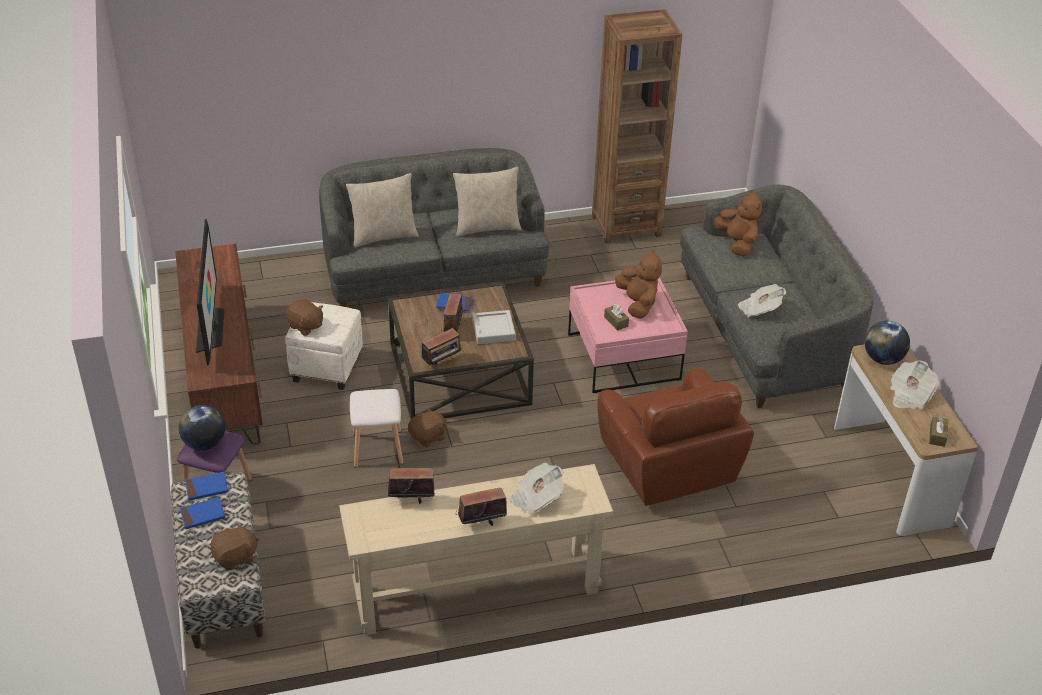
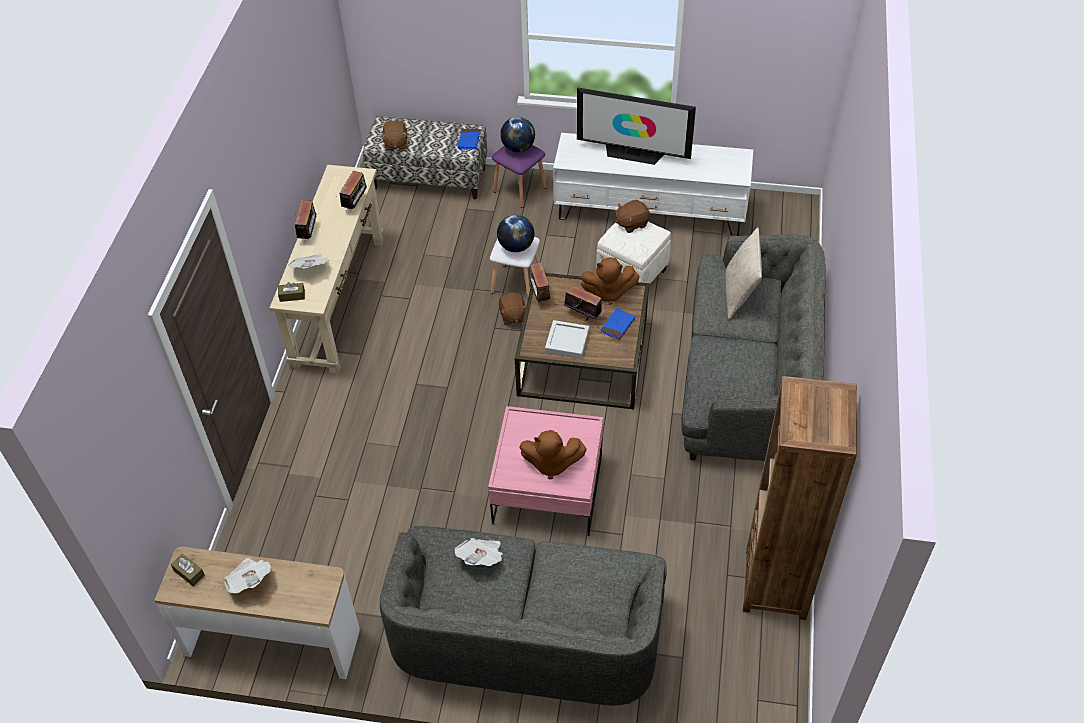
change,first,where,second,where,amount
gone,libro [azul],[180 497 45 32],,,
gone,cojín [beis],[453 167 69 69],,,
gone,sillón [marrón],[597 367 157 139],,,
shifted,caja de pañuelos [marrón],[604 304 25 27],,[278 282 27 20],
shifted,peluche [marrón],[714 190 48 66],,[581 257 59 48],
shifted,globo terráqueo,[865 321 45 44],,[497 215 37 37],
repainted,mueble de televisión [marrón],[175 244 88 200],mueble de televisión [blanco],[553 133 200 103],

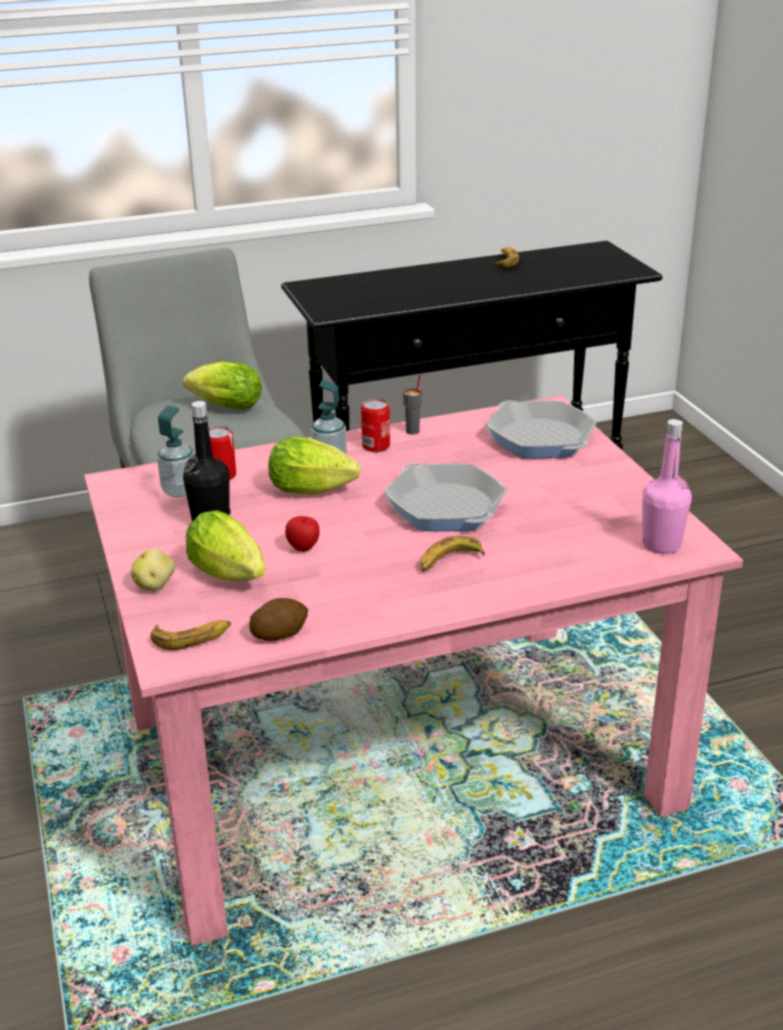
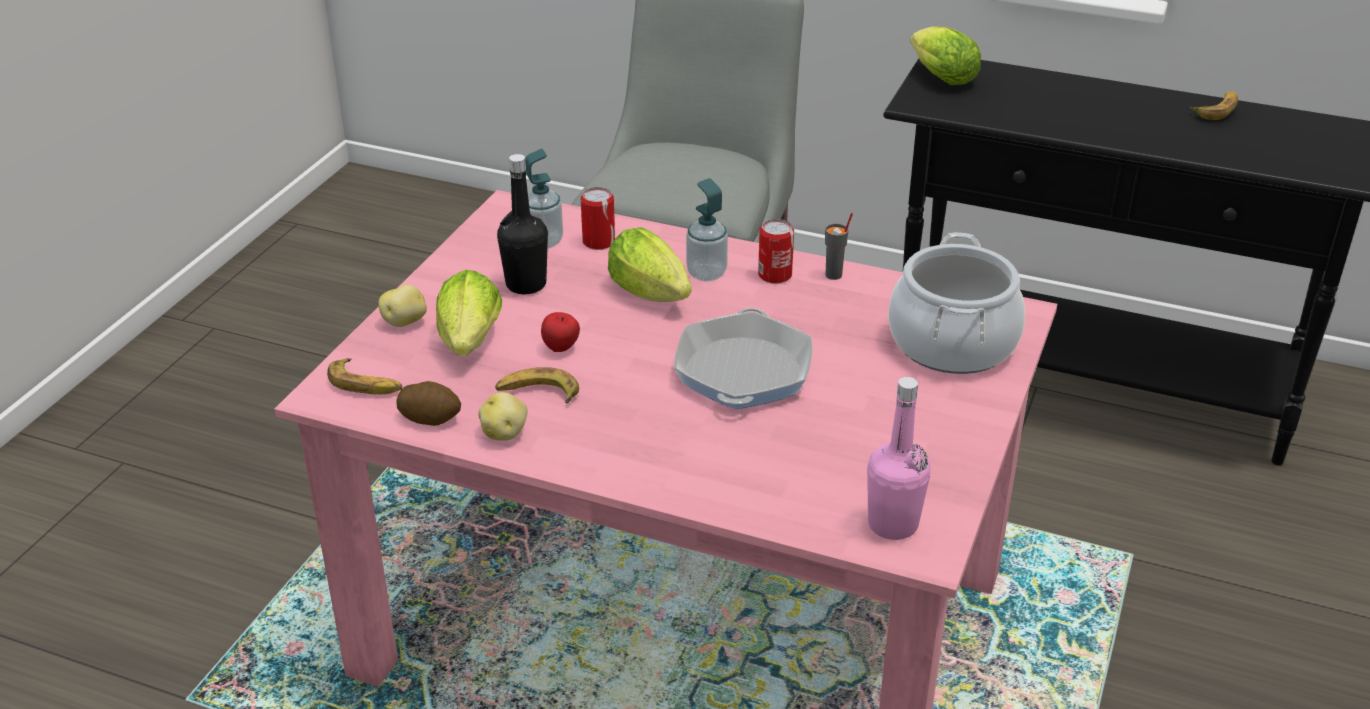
change,first,where,second,where,amount
new,,,patata,[478 392 50 49],
shifted,lechuga,[183 361 79 49],,[910 26 71 59],
shifted,plátano,[420 536 65 36],,[495 367 84 36],
swapped,sartén,[486 400 111 58],olla,[888 233 137 141],

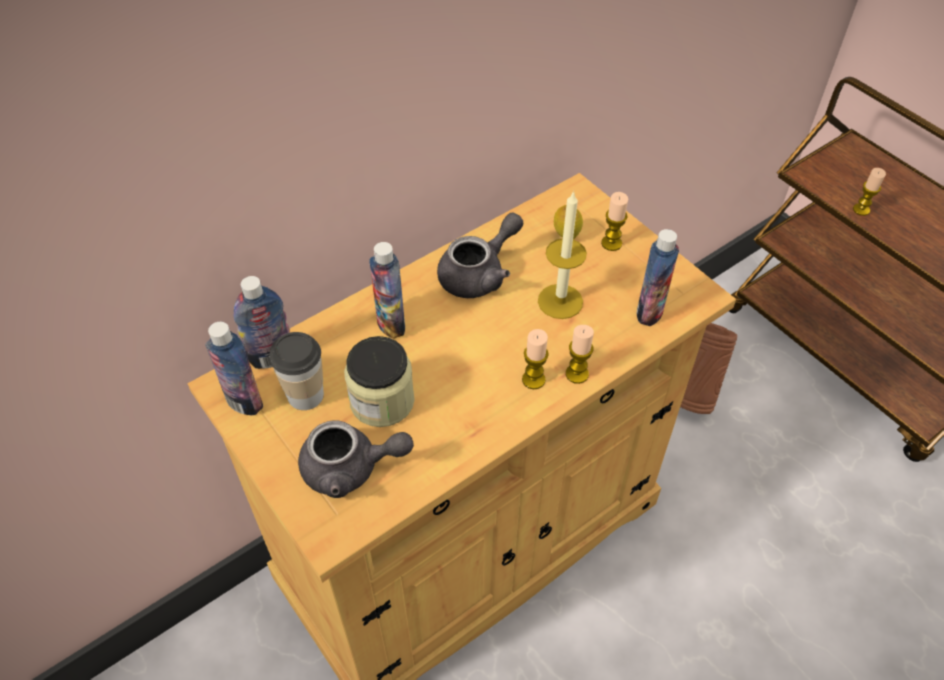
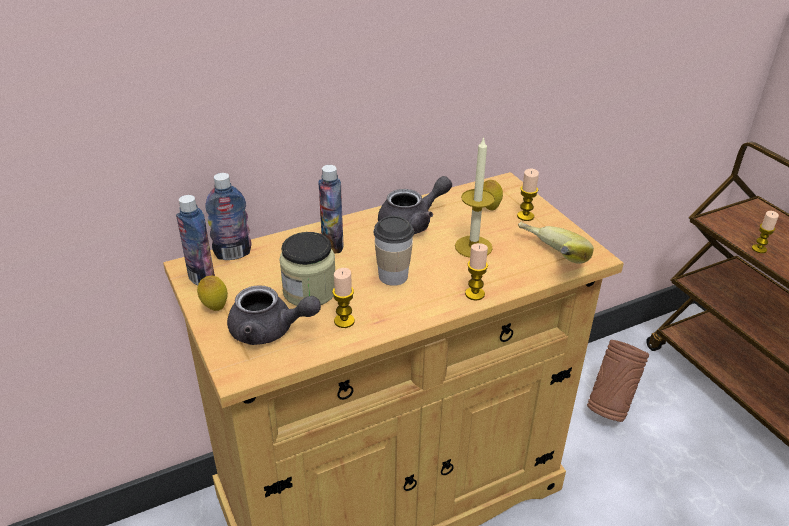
change,first,where,second,where,amount
new,,,limón,[197 276 31 35],
shifted,taza,[269 332 55 78],,[373 216 41 70],
shifted,vela,[522 329 27 60],,[332 268 23 60],
swapped,botella,[637 229 42 97],plátano,[518 222 76 42],

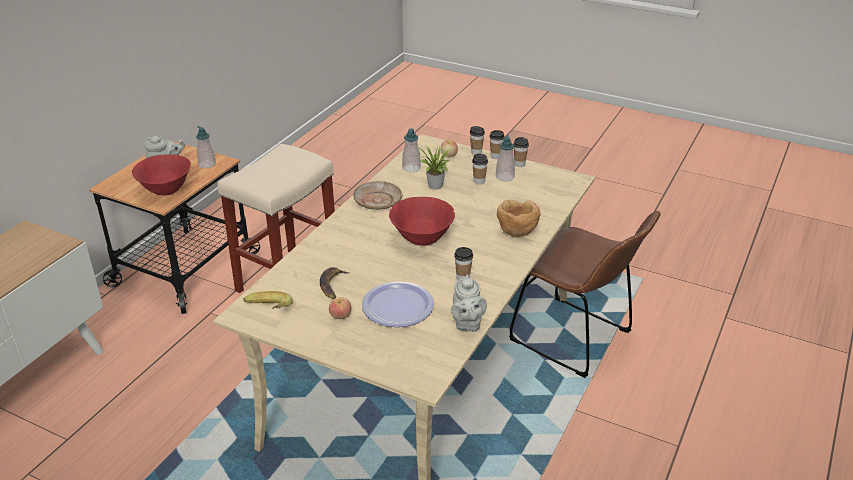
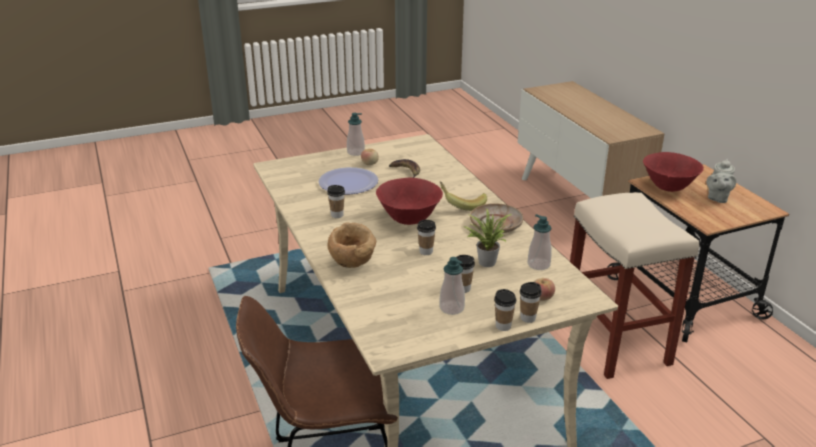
change,first,where,second,where,amount
gone,tetera [gris],[451 275 36 57],,,
shifted,dispensador de jabón,[196 126 20 42],,[347 113 18 43],
shifted,plátano,[243 291 50 18],,[440 182 47 29],
shifted,taza,[513 137 16 30],,[417 220 19 35],

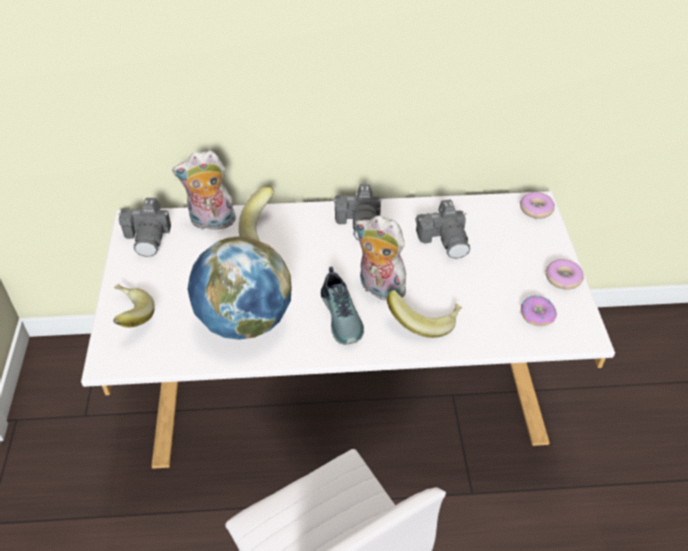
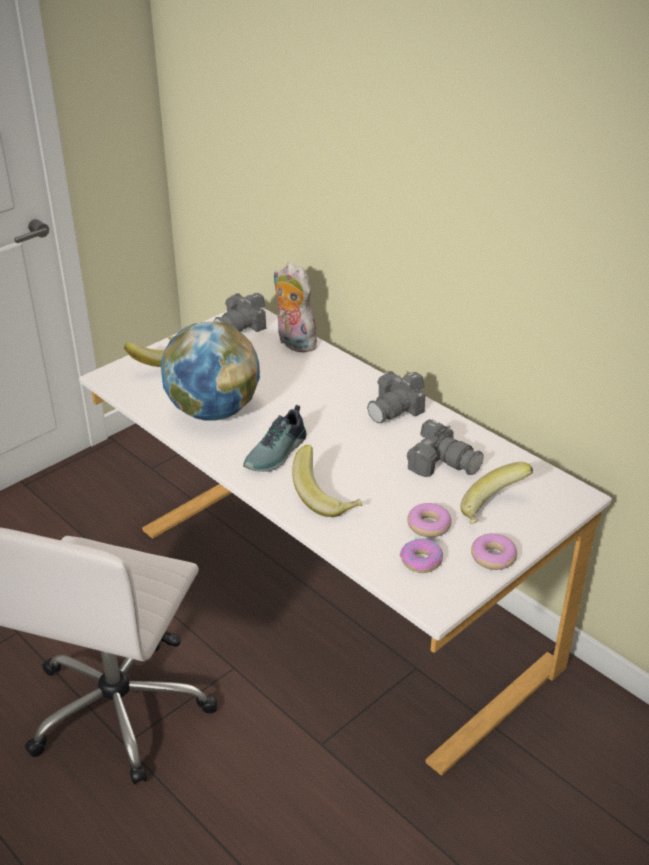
change,first,where,second,where,amount
gone,peluche,[355 216 51 85],,,
shifted,plátano,[239 187 35 54],,[460 462 73 62],
shifted,rosquilla,[520 192 35 27],,[407 503 45 34],
rotated,cámara,[416 200 54 59],,[407 419 77 58],90 degrees counterclockwise

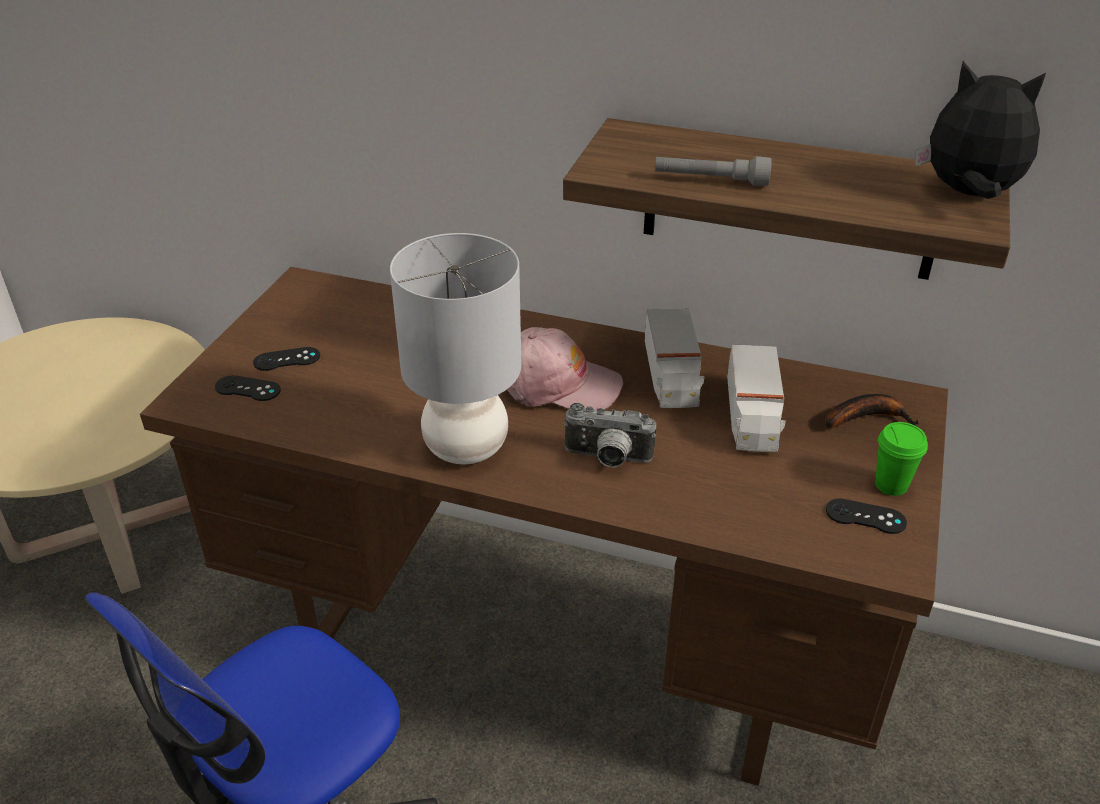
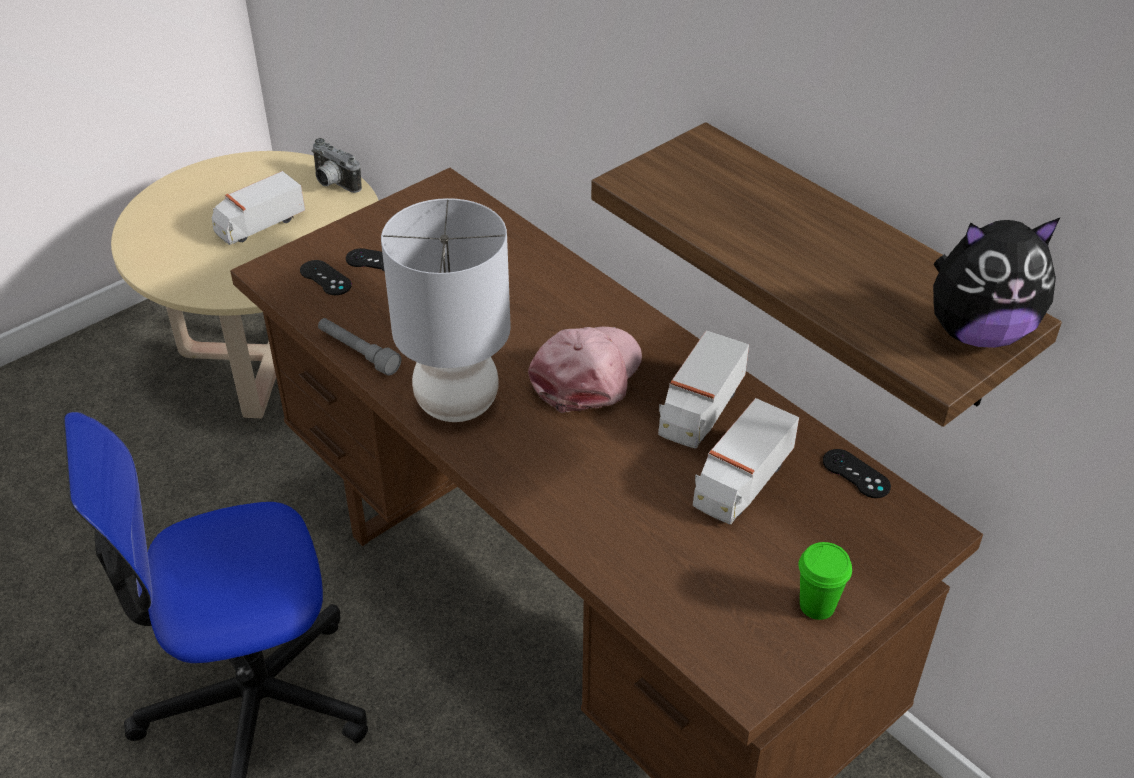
change,first,where,second,where,amount
gone,plátano,[825 394 95 34],,,
new,,,camión de juguete,[212 171 93 74],
shifted,cámara,[563 403 93 64],,[312 138 50 55],
shifted,linterna [gris],[655 156 117 30],,[318 318 83 58],
shifted,mando de consola [negro],[826 498 81 36],,[823 449 68 49],
rotated,gorra [rosa],[507 327 116 83],,[528 326 114 87],105 degrees counterclockwise
rotated,peluche,[915 61 131 138],,[933 218 127 130],120 degrees clockwise

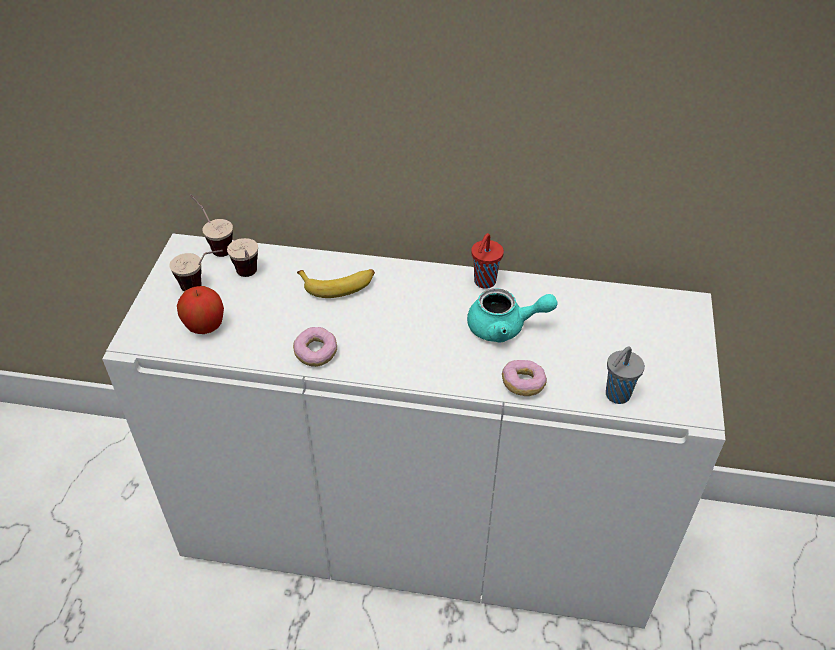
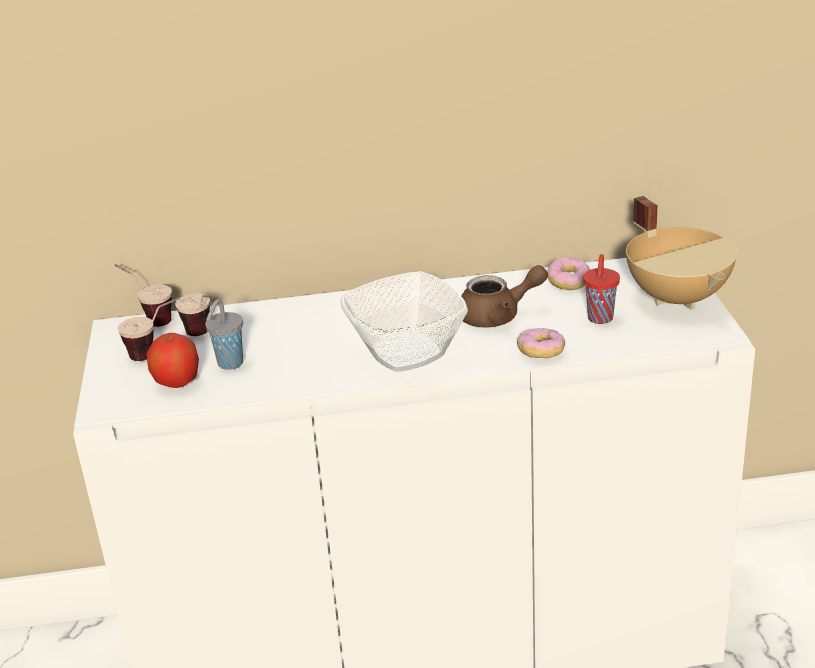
change,first,where,second,where,amount
gone,plátano,[297 269 78 29],,,
new,,,cuenco,[341 271 127 101],
new,,,olla [beis],[626 196 112 114],
shifted,rosquilla,[293 327 44 40],,[548 257 42 33],
shifted,taza [rojo],[471 233 33 56],,[583 254 37 70],
shifted,taza [gris],[606 347 39 57],,[205 299 38 71],
repainted,tetera [turquesa],[467 288 91 54],tetera [marrón],[461 265 87 63],

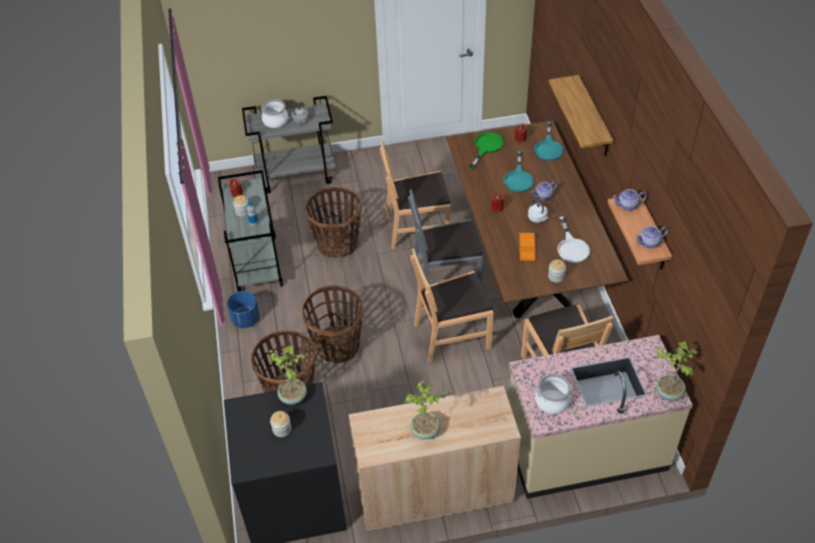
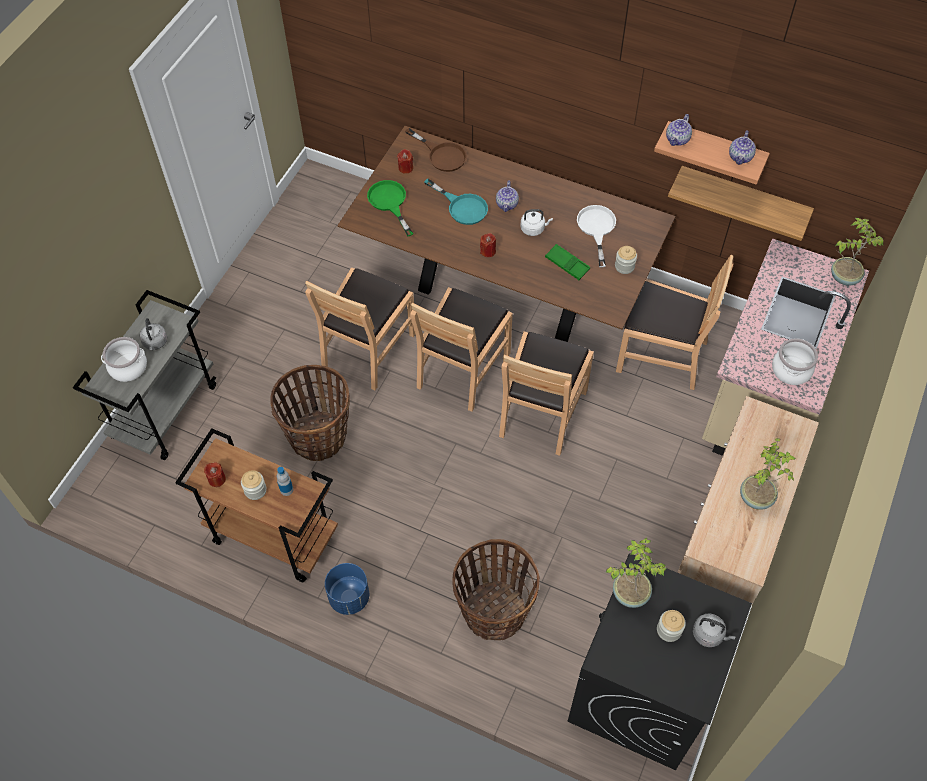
change,first,where,second,where,amount
gone,cesta,[302 285 62 79],,,
new,,,hervidor [gris],[693 613 42 34],
shifted,estante,[549 75 65 81],,[668 166 146 75],
repainted,carrito [gris],[218 170 65 122],carrito [marrón],[175 428 163 154],
repainted,silla [gris],[408 189 75 98],silla [marrón],[410 287 103 125],
repainted,bandeja [naranja],[519 232 17 29],bandeja [verde],[545 244 45 36],
repainted,sartén [turquesa],[534 122 30 39],sartén [marrón],[405 128 62 44],
rotated,sartén [blanco],[557 217 33 46],,[577 205 39 62],120 degrees counterclockwise

